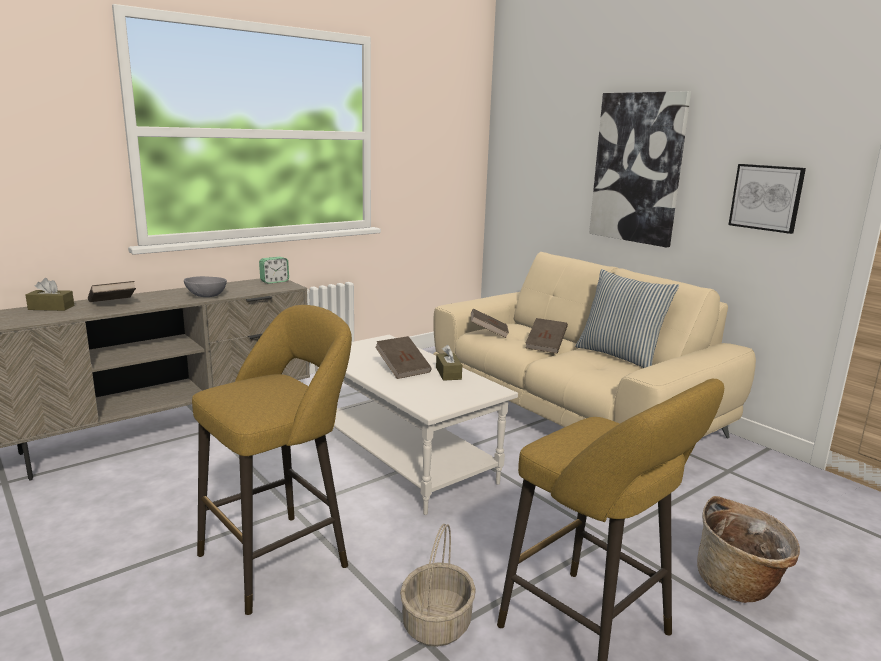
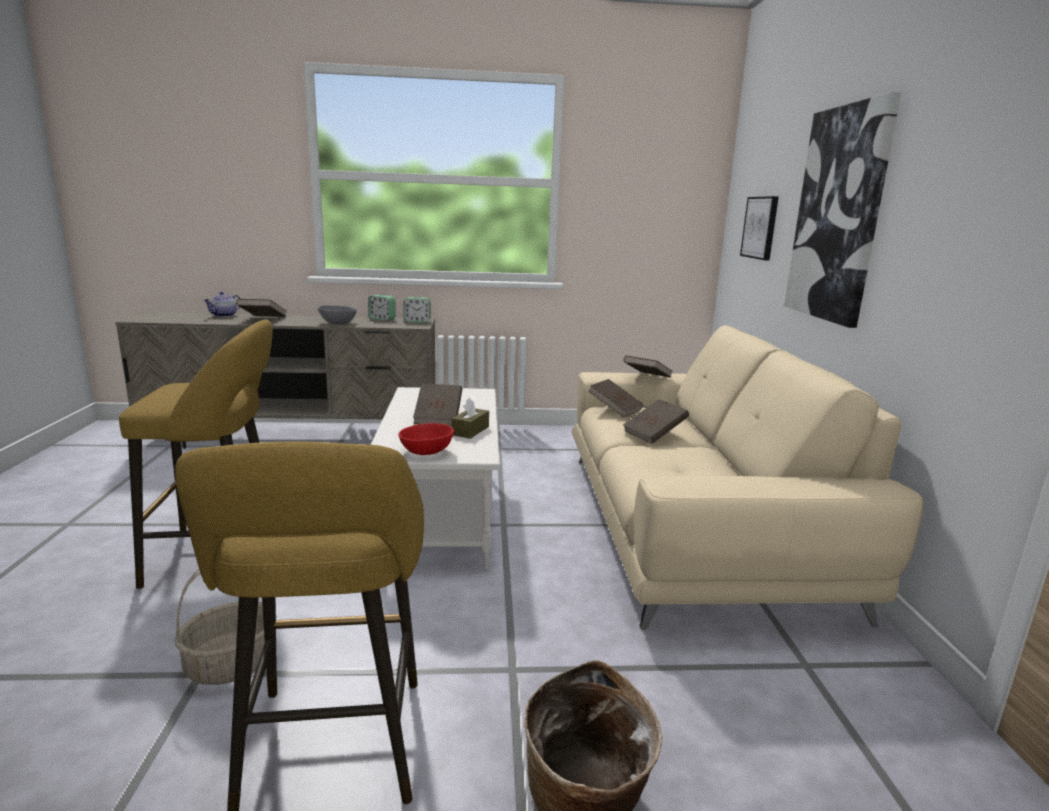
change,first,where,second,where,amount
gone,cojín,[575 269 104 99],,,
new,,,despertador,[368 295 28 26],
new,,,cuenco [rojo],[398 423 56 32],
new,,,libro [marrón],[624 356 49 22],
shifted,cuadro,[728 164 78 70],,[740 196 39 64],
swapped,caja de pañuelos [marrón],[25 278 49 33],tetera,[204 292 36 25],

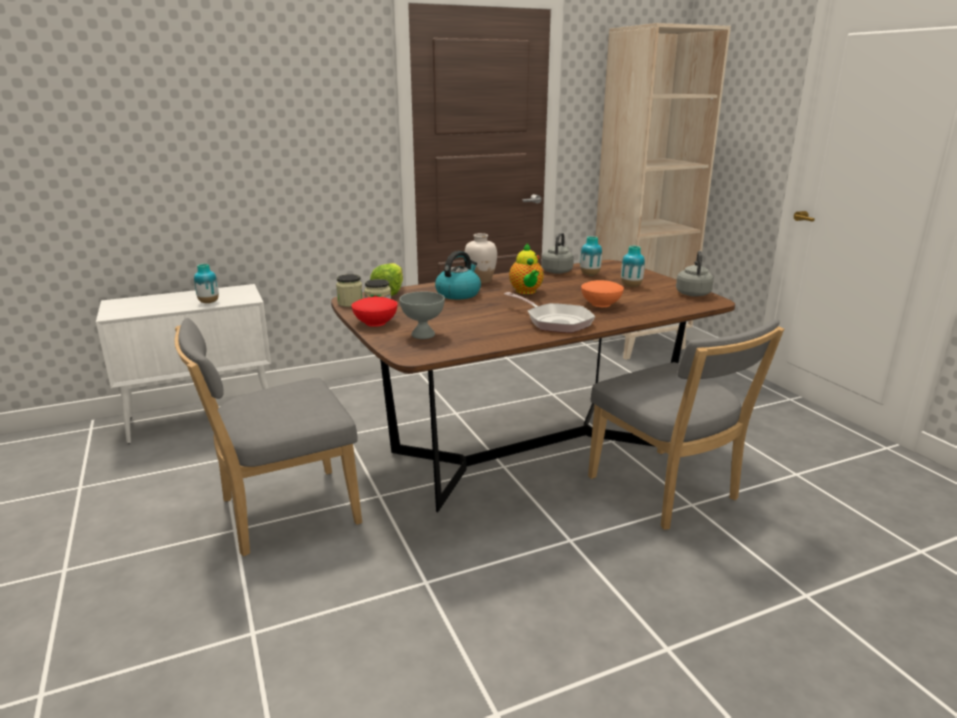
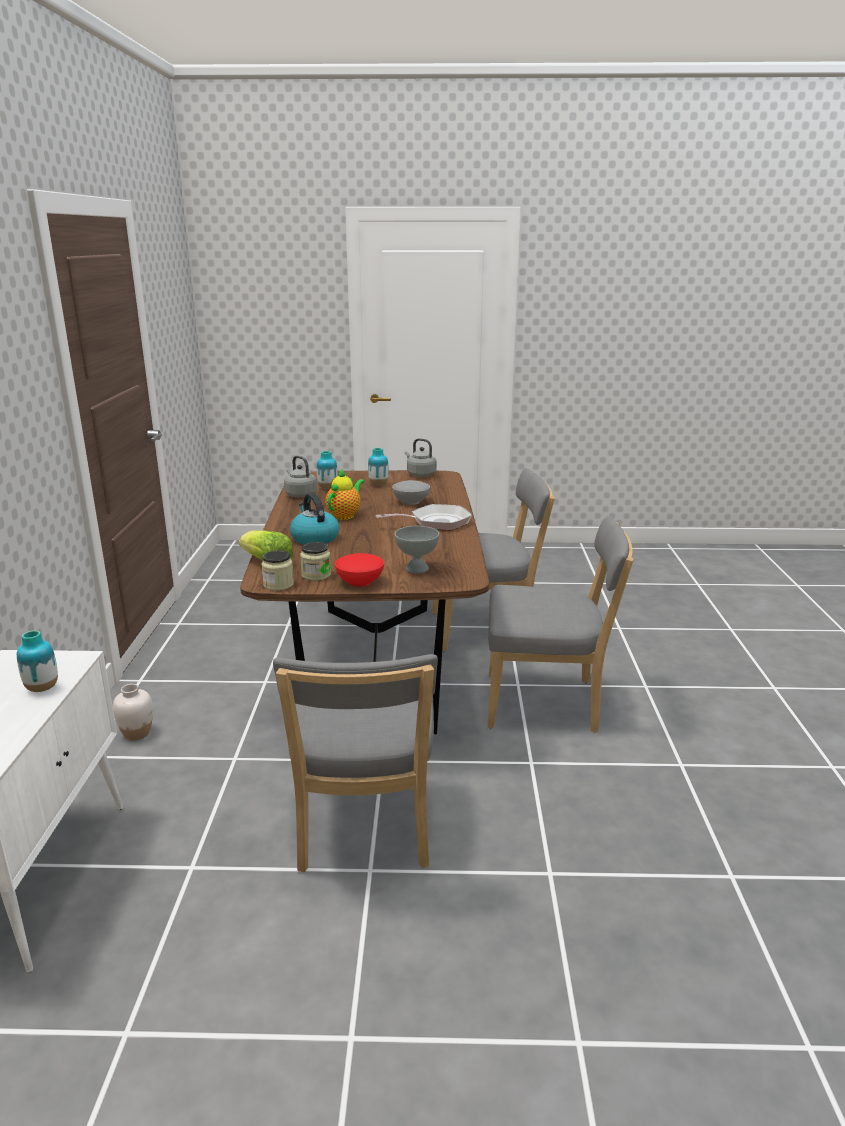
change,first,where,second,where,amount
gone,estantería [beis],[593 23 138 337],,,
new,,,silla [gris],[487 516 147 217],
shifted,florero [blanco],[465 233 32 51],,[113 684 40 57],
repainted,cuenco [naranja],[581 280 43 27],cuenco [gris],[392 480 38 25],
rotated,tetera,[509 243 35 51],,[325 469 39 51],75 degrees counterclockwise

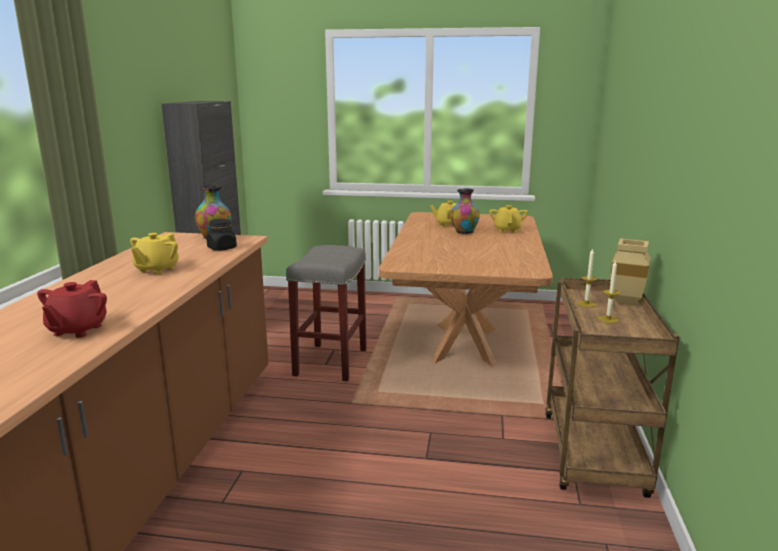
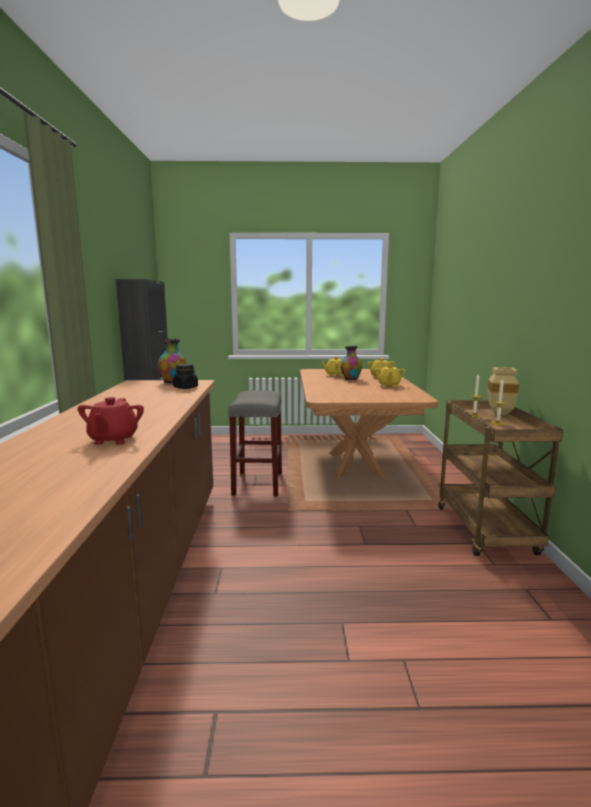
change,first,where,second,where,amount
shifted,tetera [amarillo],[130 233 49 42],,[374 365 32 22],

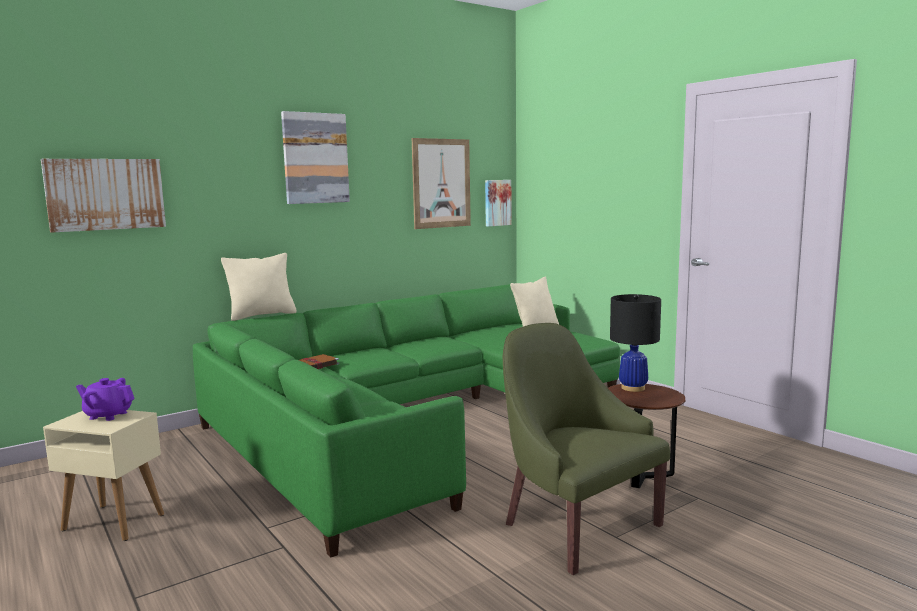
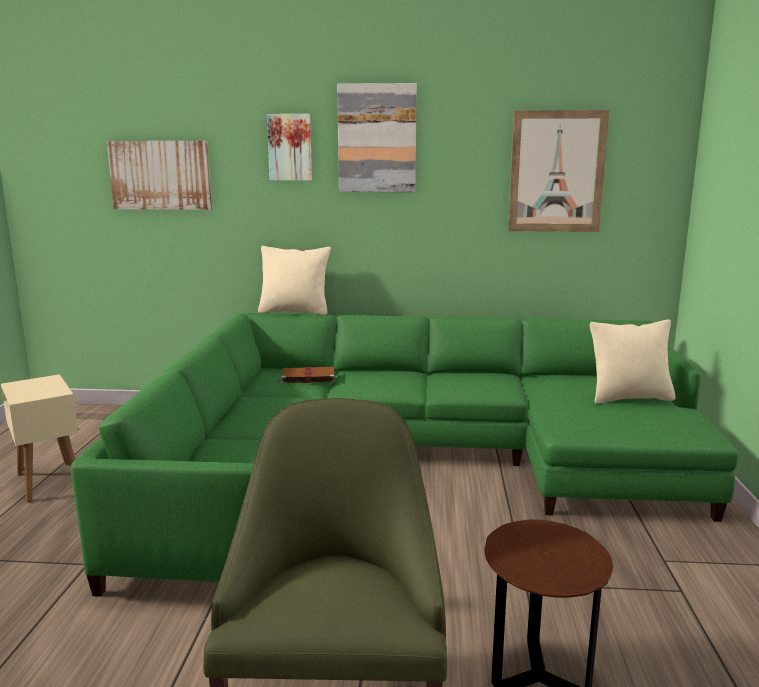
change,first,where,second,where,amount
gone,tetera [morado],[76 378 59 43],,,
gone,lámpara de mesa [negro],[610 294 51 98],,,
shifted,cuadro,[485 180 27 47],,[267 114 45 67],

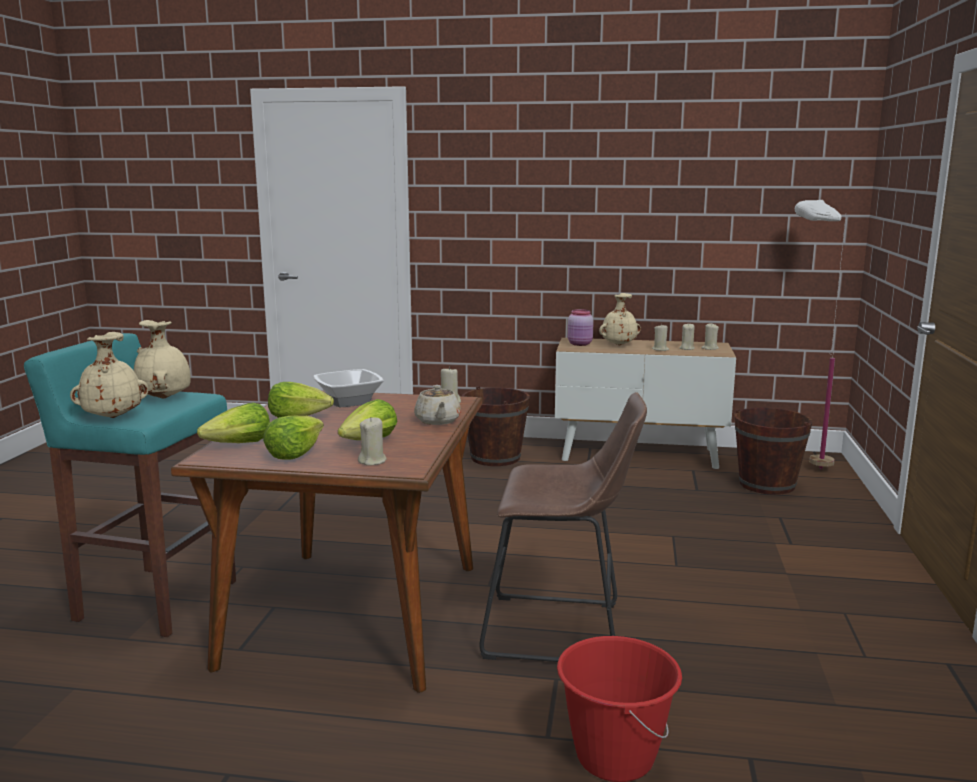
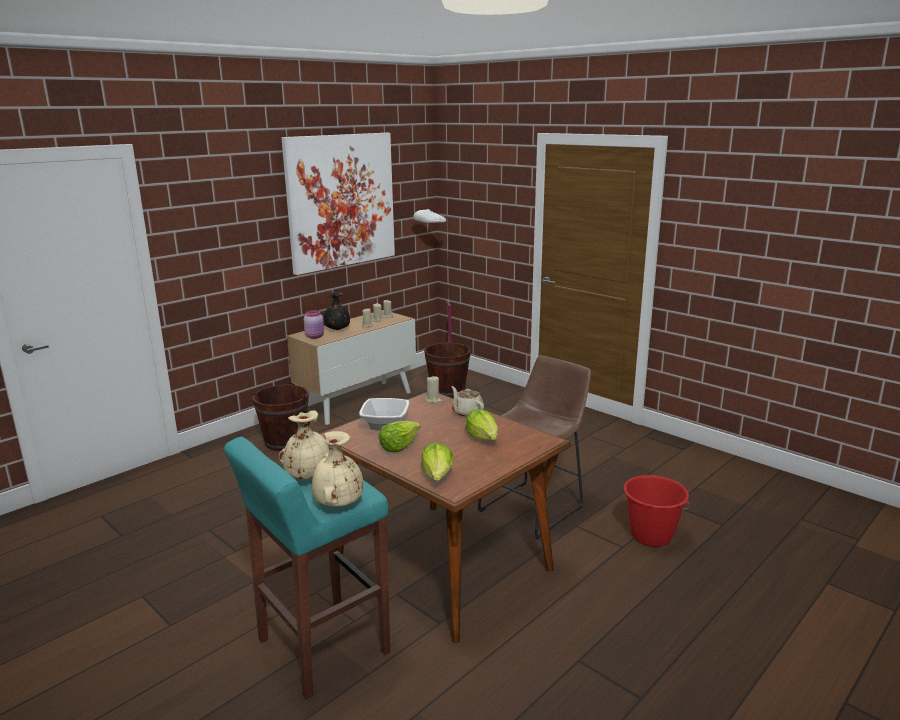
change,first,where,second,where,amount
gone,lechuga,[263 416 61 44],,,
gone,vela [beis],[358 417 29 48],,,
new,,,cuadro,[281 133 114 142],
repainted,florero [beis],[599 293 42 52],florero [negro],[324 292 26 38],
rotated,tetera [beis],[414 385 47 40],,[451 386 33 31],150 degrees counterclockwise

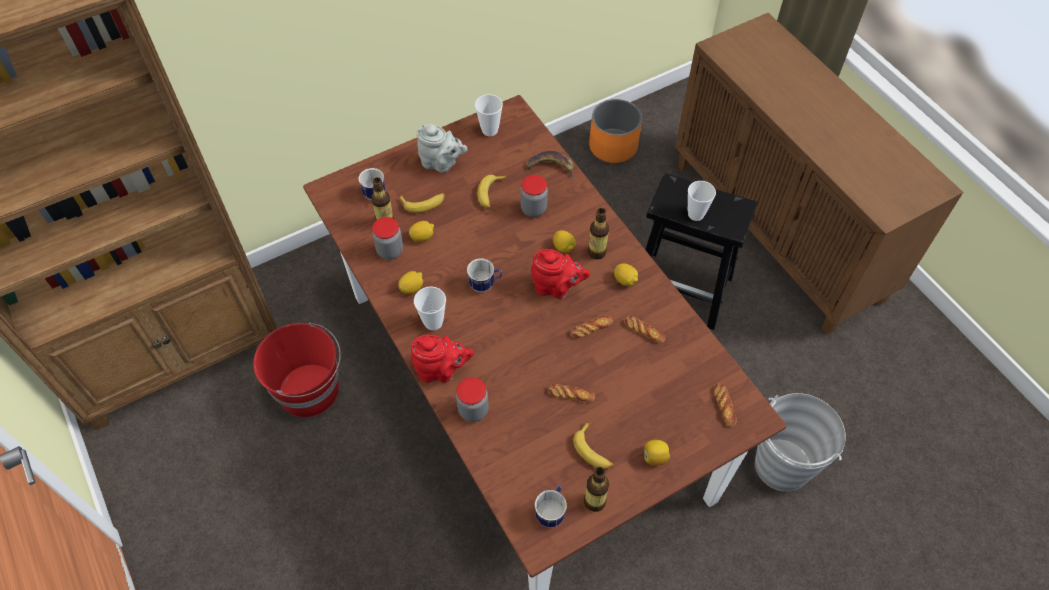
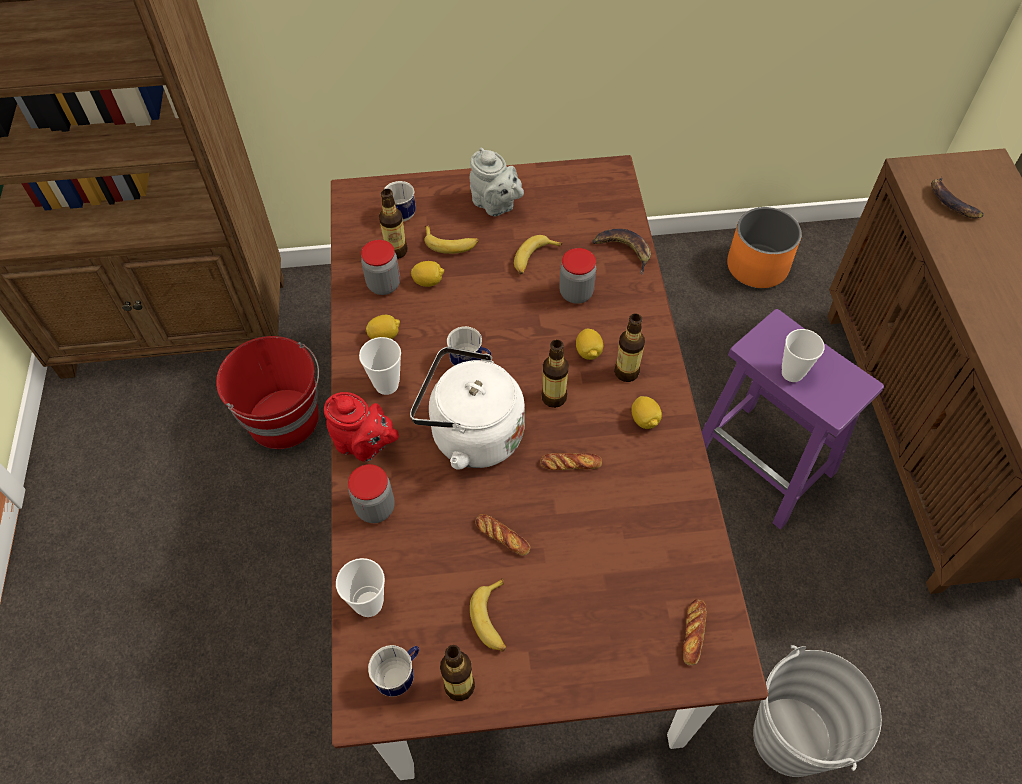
change,first,where,second,where,amount
gone,pan,[624 316 41 27],,,
gone,limón,[644 440 26 26],,,
new,,,hervidor [blanco],[410 347 115 123],
new,,,plátano,[931 177 53 41],
shifted,taza,[475 94 28 42],,[336 558 49 59],
swapped,tetera [rojo],[531 249 59 50],botella,[541 340 28 68],
repainted,taburete [negro],[645 173 113 157],taburete [morado],[702 309 182 221],

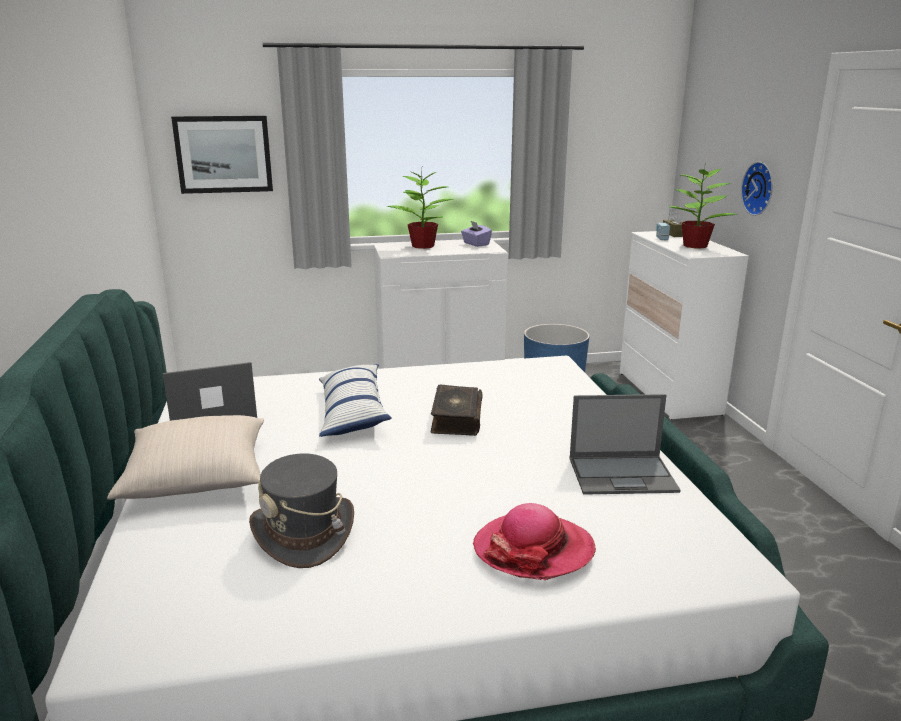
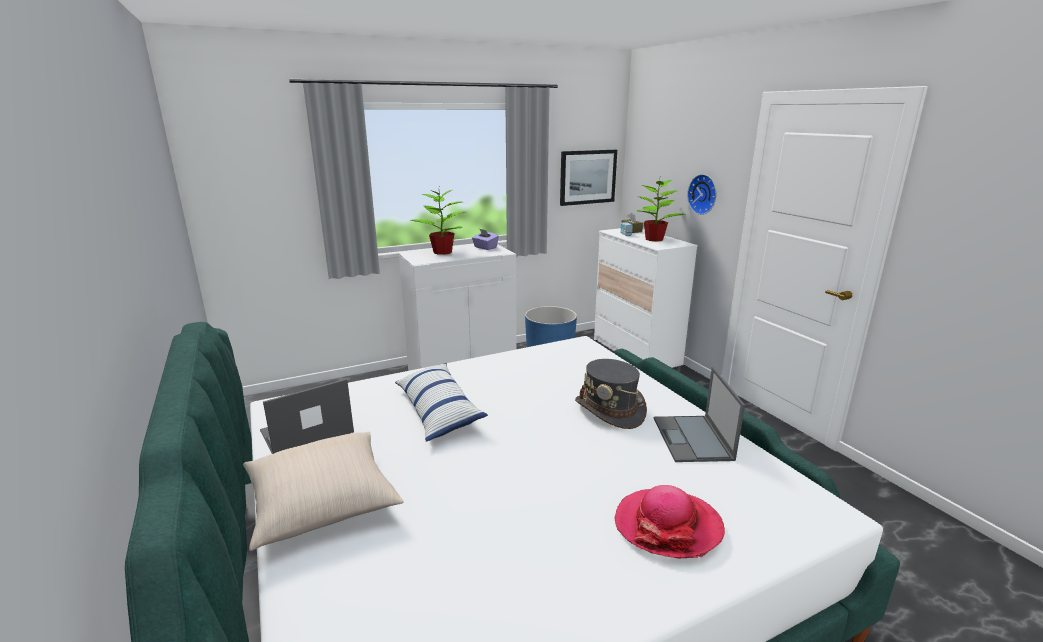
change,first,where,second,where,amount
gone,libro,[431 385 51 51],,,
shifted,cuadro,[171 116 102 78],,[560 150 57 56],
shifted,sombrero [gris],[249 453 105 115],,[575 359 72 70],
rotated,portátil,[569 394 112 101],,[654 367 91 95],105 degrees clockwise

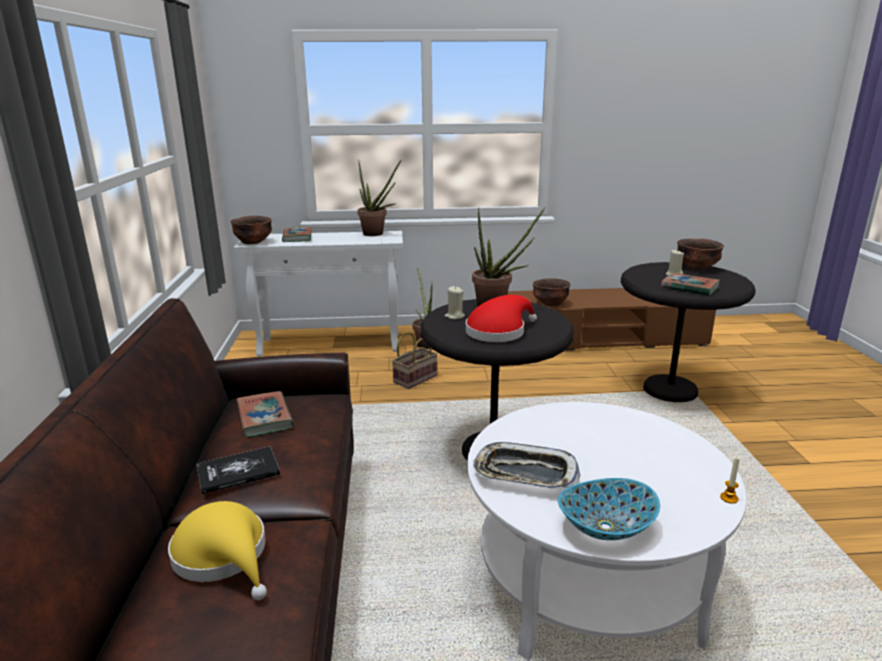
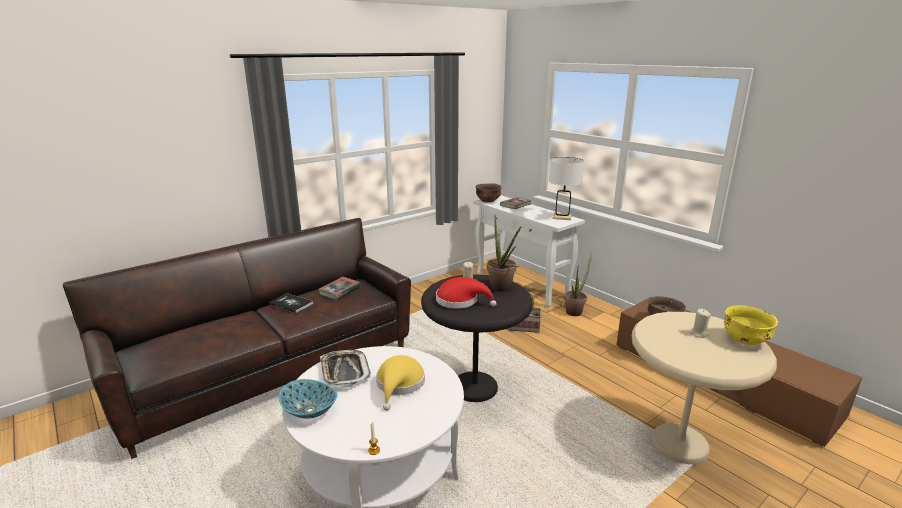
change,first,where,second,where,amount
gone,libro,[661 273 59 23],,,
shifted,sombrero [amarillo],[168 501 99 99],,[376 355 49 56],
swapped,planta en maceta,[358 160 43 76],lámpara de mesa [blanco],[549 157 35 63],
repainted,mesa auxiliar [negro],[621 262 135 140],mesa auxiliar [beis],[632 312 145 153],
repainted,cuenco [marrón],[677 239 47 31],cuenco [amarillo],[724 305 54 40],

